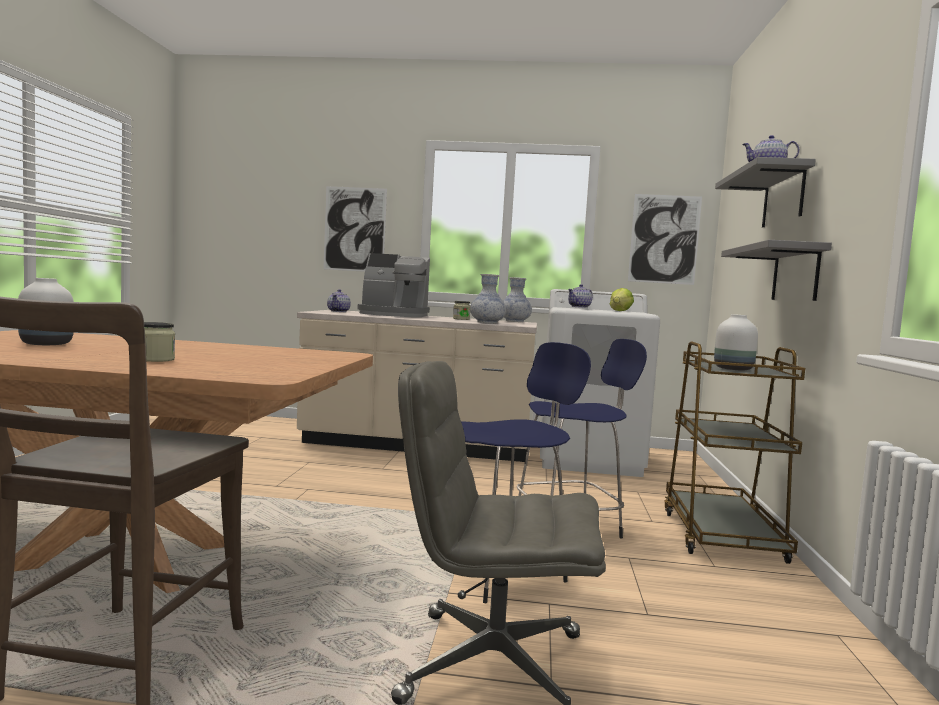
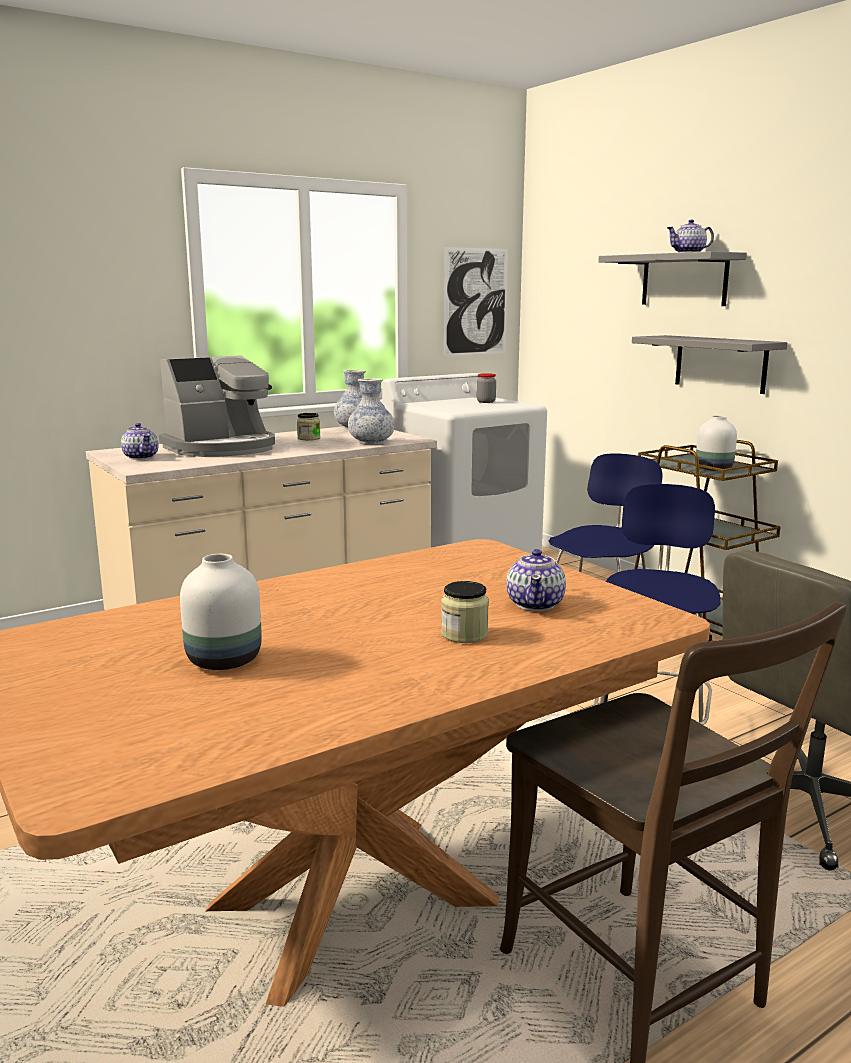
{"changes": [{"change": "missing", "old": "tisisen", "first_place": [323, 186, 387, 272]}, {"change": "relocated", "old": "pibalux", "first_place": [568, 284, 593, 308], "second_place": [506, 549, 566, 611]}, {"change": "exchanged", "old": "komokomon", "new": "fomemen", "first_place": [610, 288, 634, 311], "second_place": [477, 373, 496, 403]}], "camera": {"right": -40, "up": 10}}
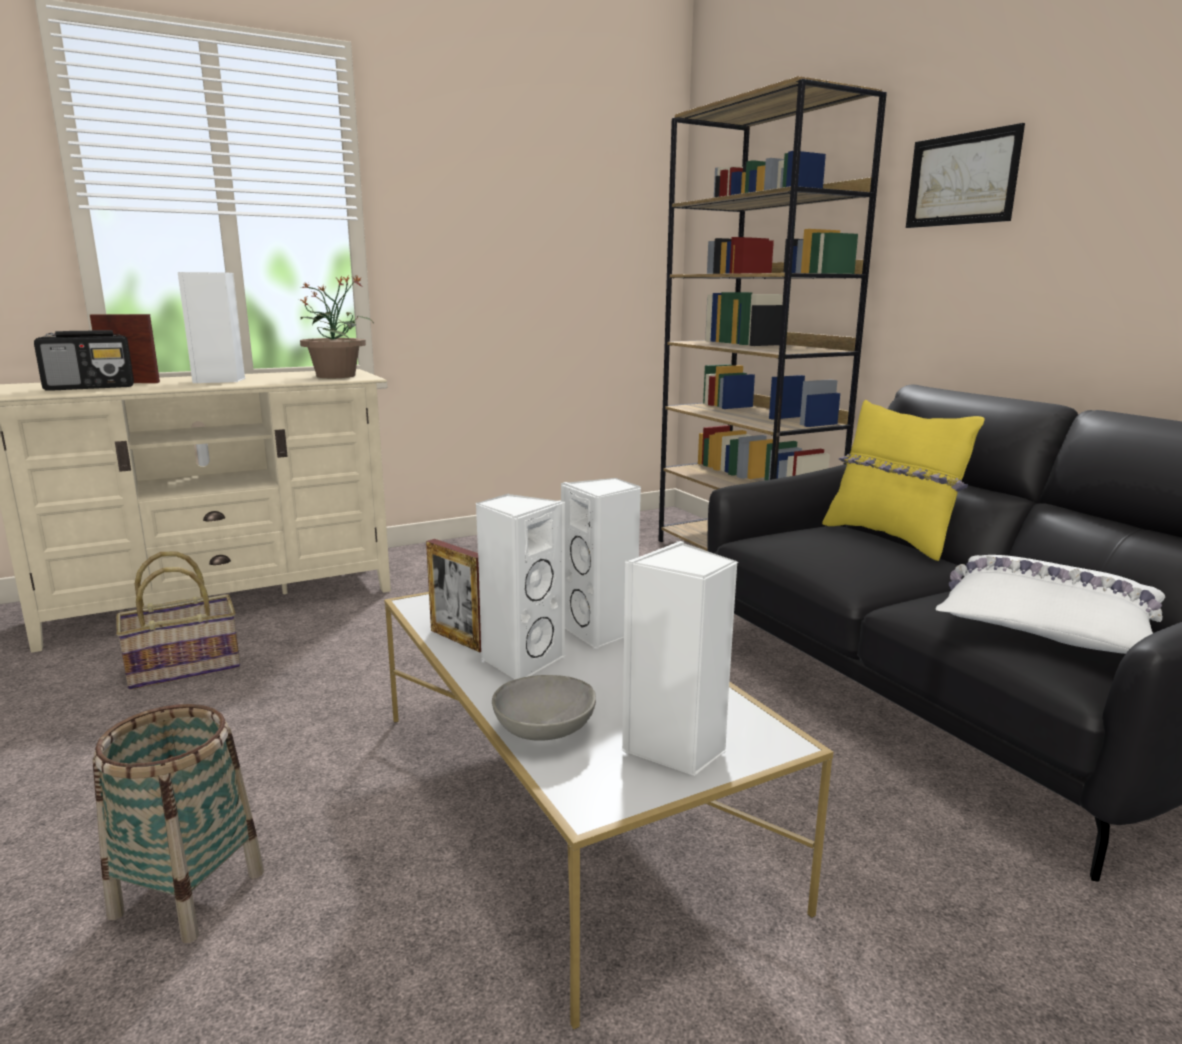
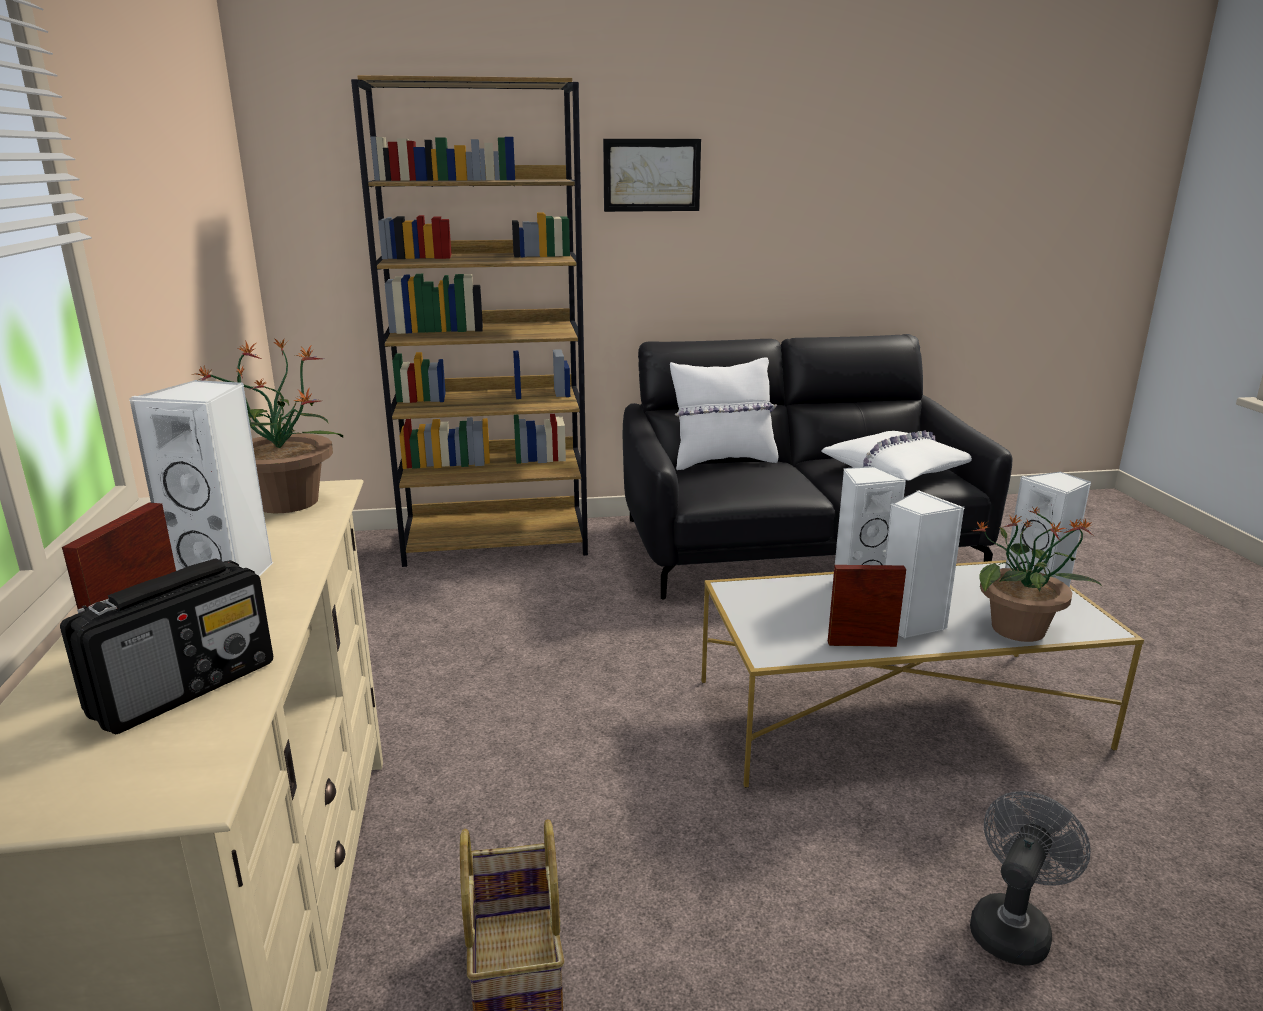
{"changes": [{"change": "spun", "old": "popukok", "first_place": [34, 330, 134, 391], "second_place": [60, 558, 273, 734], "degrees": 45}, {"change": "exchanged", "old": "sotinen", "new": "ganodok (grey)", "first_place": [92, 704, 264, 943], "second_place": [970, 791, 1091, 966]}, {"change": "spun", "old": "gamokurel", "first_place": [426, 539, 481, 652], "second_place": [828, 565, 906, 647], "degrees": -150}, {"change": "exchanged", "old": "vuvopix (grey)", "new": "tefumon", "first_place": [492, 675, 596, 741], "second_place": [973, 507, 1103, 642]}, {"change": "colour", "old": "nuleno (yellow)", "new": "nuleno (white)", "first_place": [822, 400, 985, 561], "second_place": [670, 357, 778, 470]}], "camera": {"right": -70, "up": 5}}
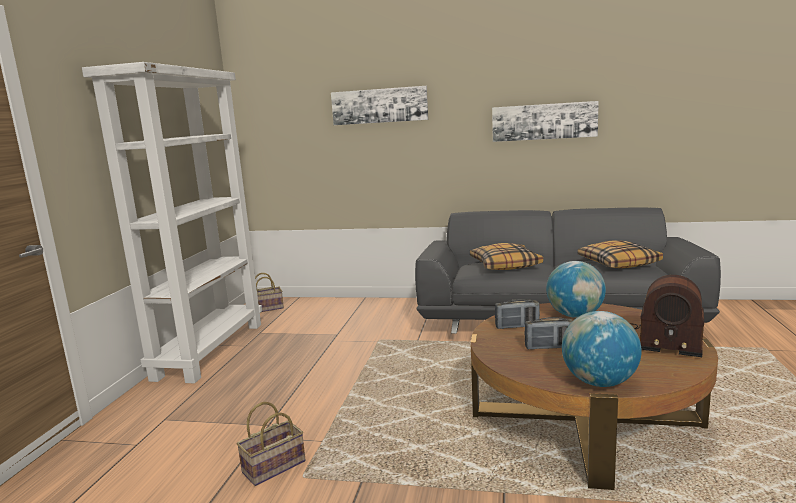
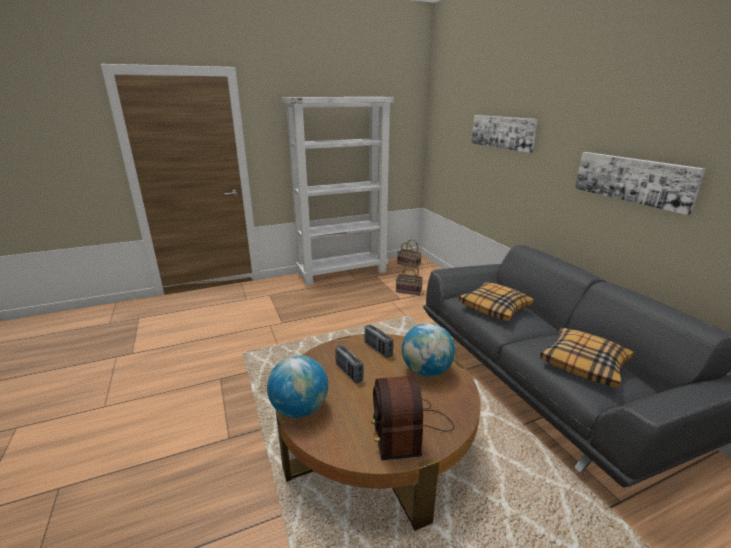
{"changes": [{"change": "relocated", "old": "sotinen", "first_place": [236, 402, 306, 486], "second_place": [396, 263, 423, 295]}], "camera": {"right": 55, "up": 10}}
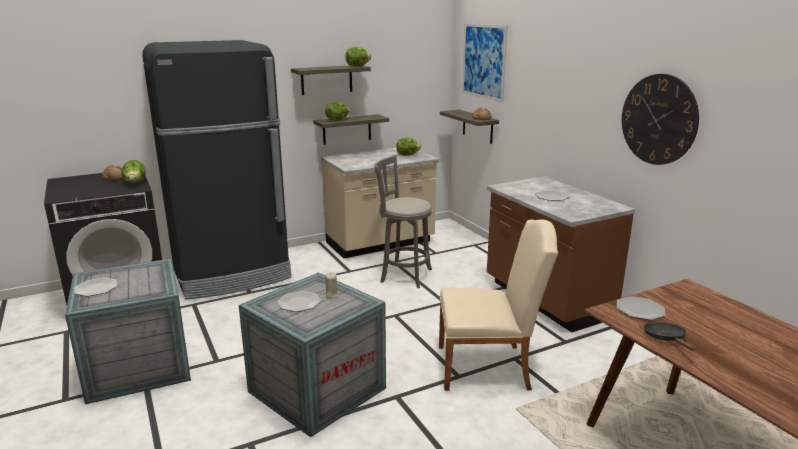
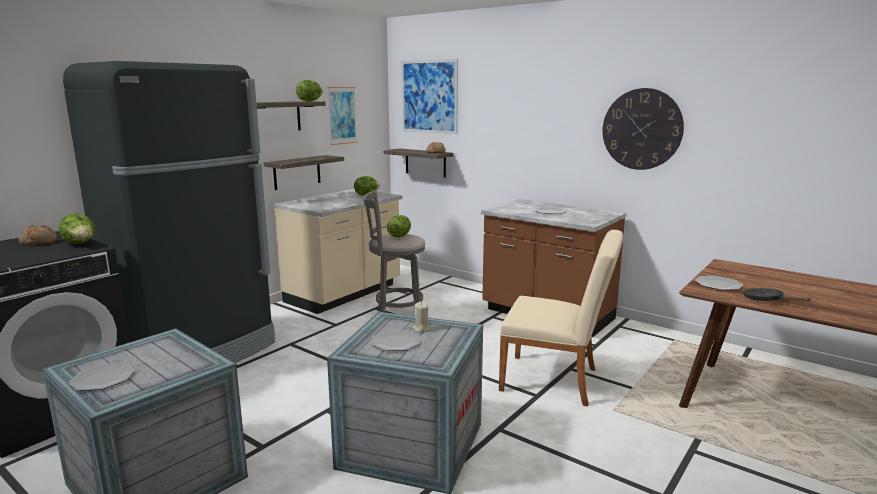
{"changes": [{"change": "relocated", "old": "komokomon", "first_place": [325, 102, 349, 121], "second_place": [387, 215, 411, 237]}, {"change": "spun", "old": "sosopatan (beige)", "first_place": [439, 220, 558, 391], "second_place": [499, 230, 623, 406], "degrees": 45}, {"change": "appeared", "new": "tisisen", "second_place": [327, 87, 357, 145]}], "camera": {"right": -25, "up": -5}}
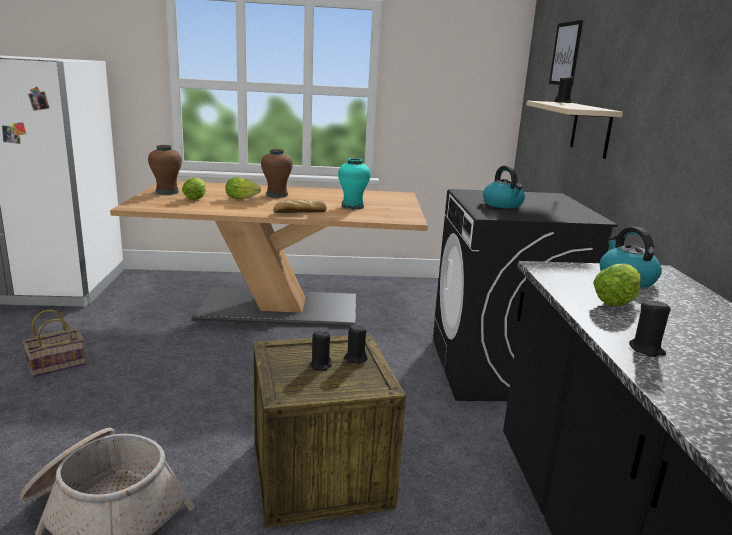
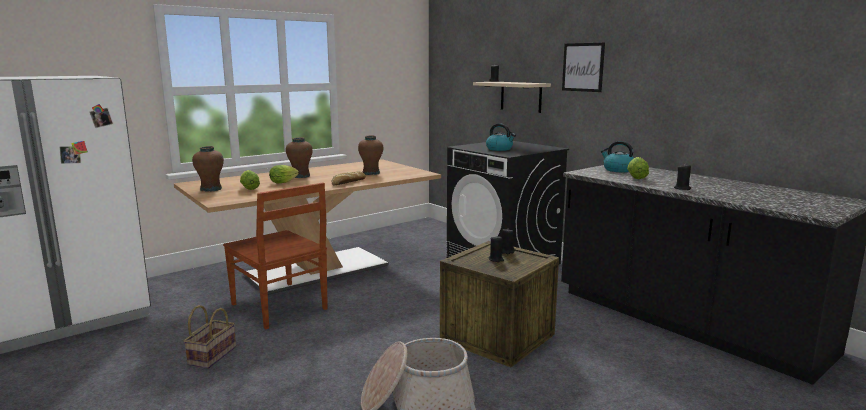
{"changes": [{"change": "colour", "old": "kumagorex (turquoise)", "new": "kumagorex (brown)", "first_place": [338, 158, 371, 209], "second_place": [358, 135, 383, 175]}, {"change": "relocated", "old": "tisisen", "first_place": [549, 20, 583, 86], "second_place": [562, 43, 605, 92]}, {"change": "appeared", "new": "sosopatan (brown)", "second_place": [223, 183, 328, 329]}], "camera": {"right": -35, "up": -5}}
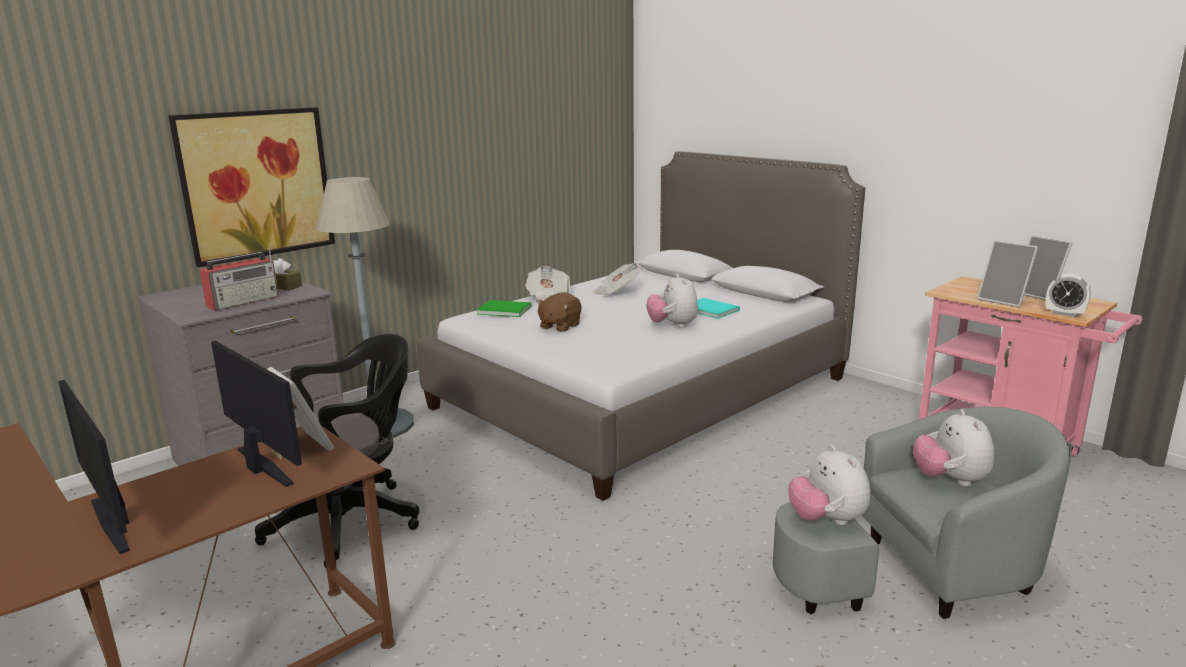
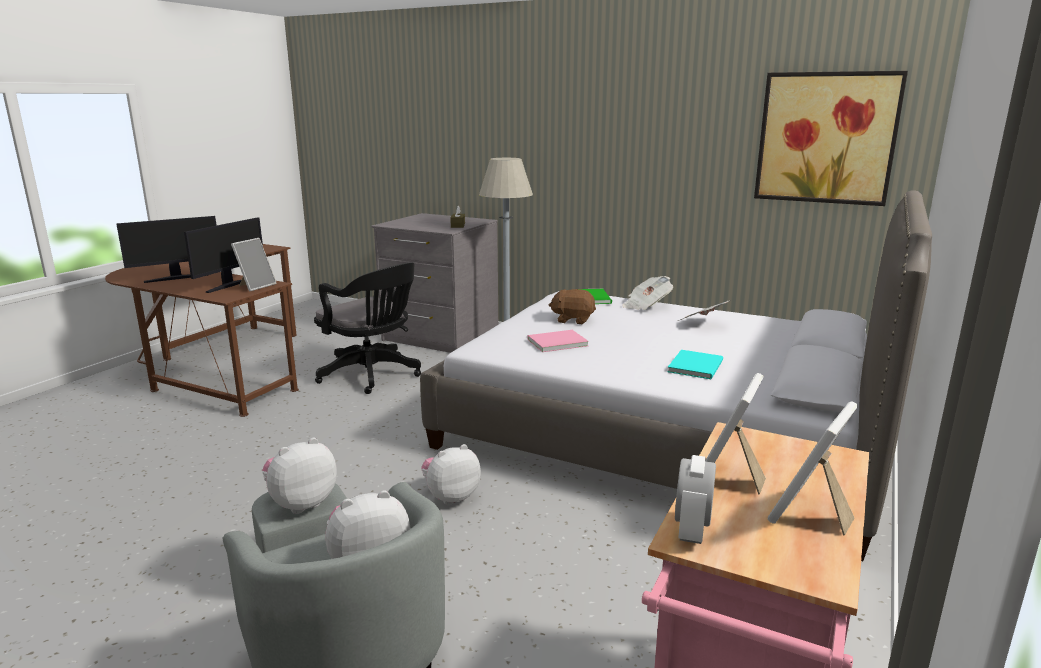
{"changes": [{"change": "spun", "old": "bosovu", "first_place": [58, 380, 130, 554], "second_place": [116, 216, 217, 283], "degrees": -150}, {"change": "relocated", "old": "tisisen", "first_place": [168, 107, 335, 267], "second_place": [754, 71, 908, 206]}, {"change": "missing", "old": "popukok", "first_place": [199, 250, 279, 311]}, {"change": "relocated", "old": "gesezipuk", "first_place": [646, 274, 698, 328], "second_place": [421, 444, 481, 505]}, {"change": "appeared", "new": "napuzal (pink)", "second_place": [527, 330, 589, 352]}], "camera": {"right": 70, "up": 0}}
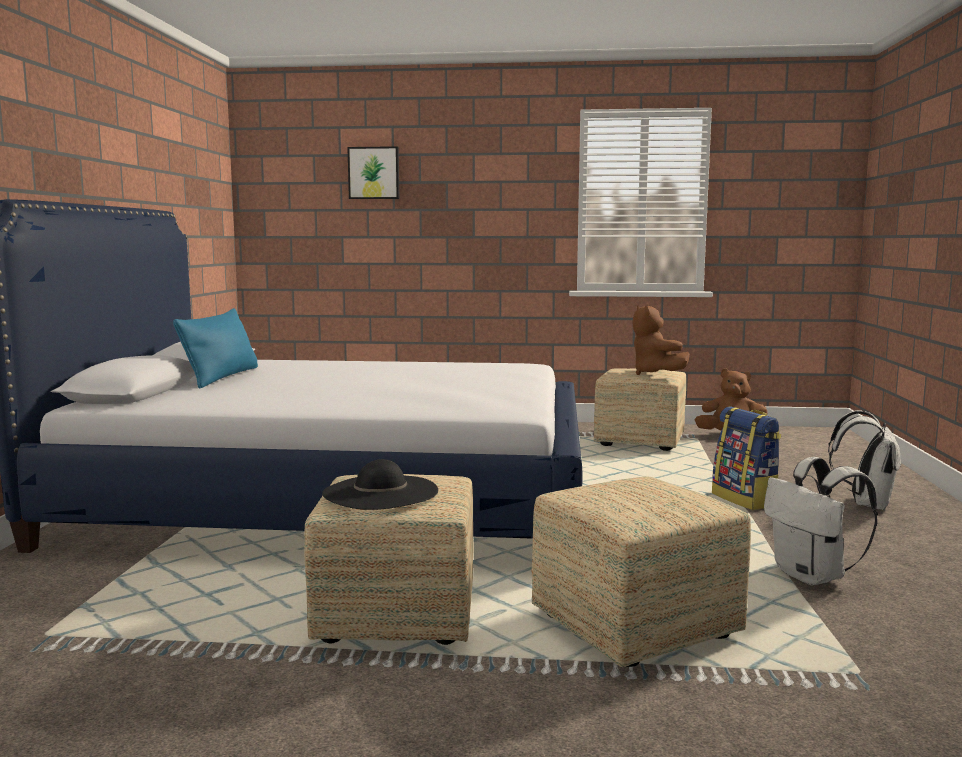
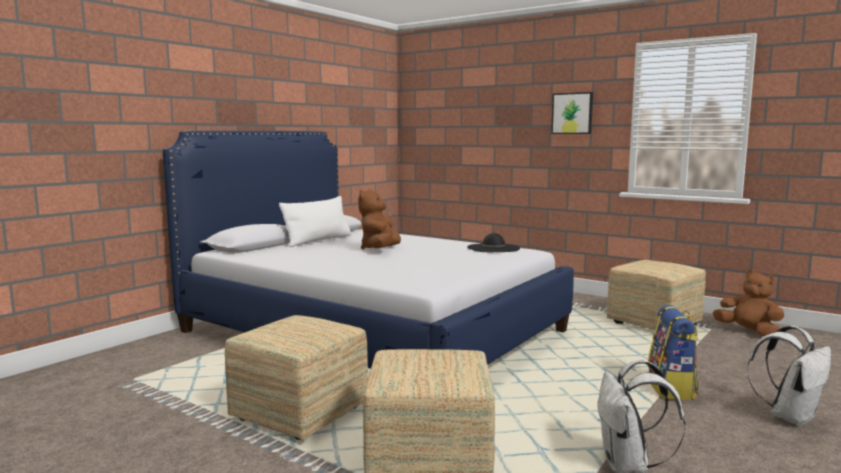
{"changes": [{"change": "colour", "old": "nuleno (blue)", "new": "nuleno (white)", "first_place": [173, 308, 258, 388], "second_place": [279, 196, 352, 247]}, {"change": "relocated", "old": "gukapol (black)", "first_place": [322, 459, 438, 510], "second_place": [467, 233, 520, 252]}, {"change": "relocated", "old": "tisisen", "first_place": [347, 146, 399, 199], "second_place": [551, 92, 593, 134]}, {"change": "relocated", "old": "gesezipuk (brown)", "first_place": [632, 305, 690, 375], "second_place": [358, 189, 401, 249]}], "camera": {"right": 30, "up": 0}}
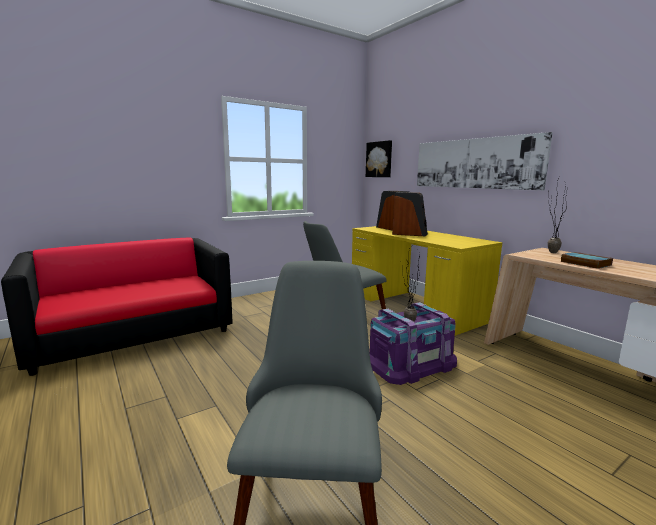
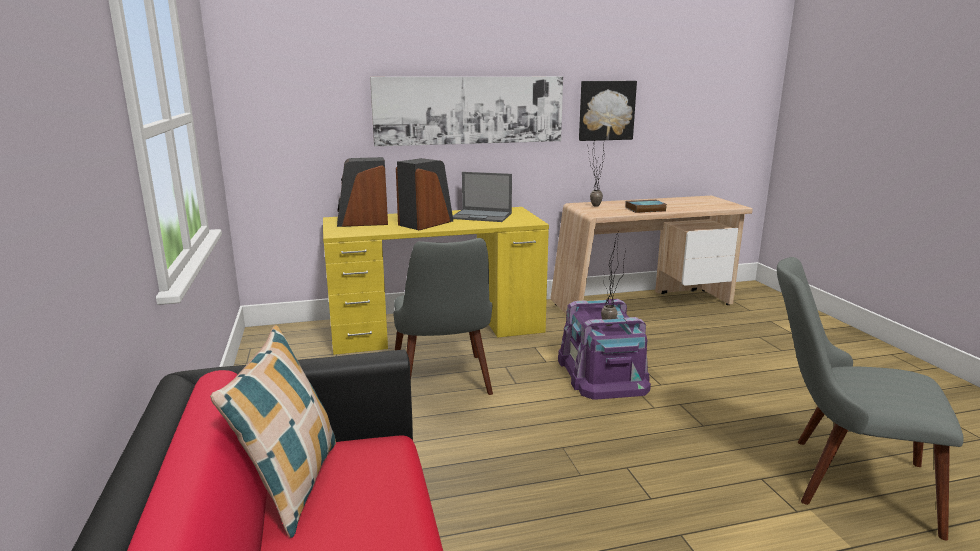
{"changes": [{"change": "relocated", "old": "tisisen", "first_place": [366, 140, 392, 177], "second_place": [579, 81, 637, 141]}, {"change": "appeared", "new": "nuleno", "second_place": [210, 325, 336, 538]}, {"change": "appeared", "new": "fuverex", "second_place": [453, 172, 512, 222]}], "camera": {"right": -70, "up": 5}}
